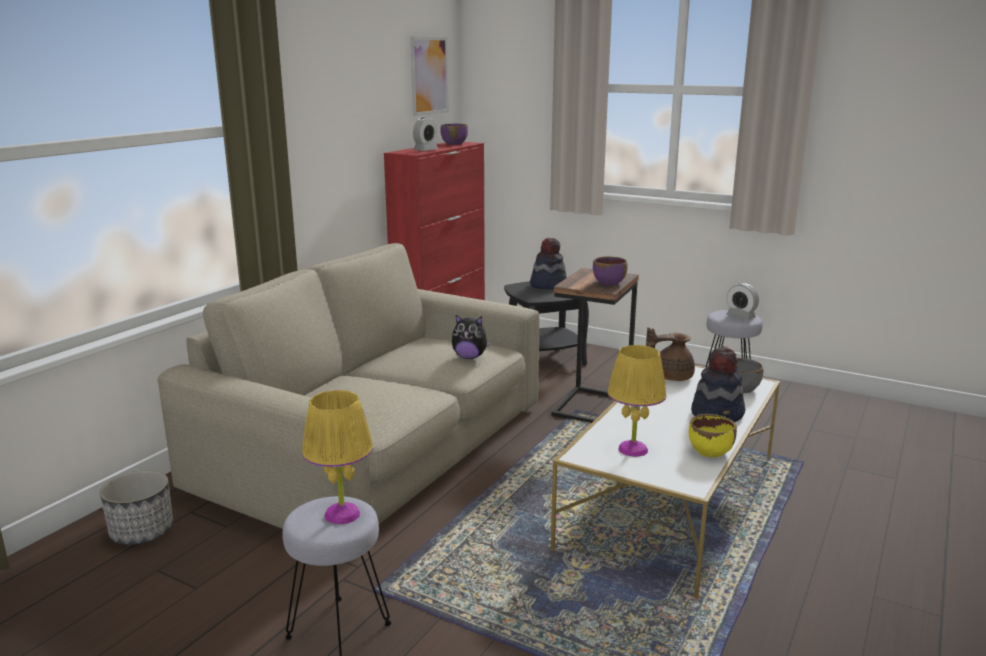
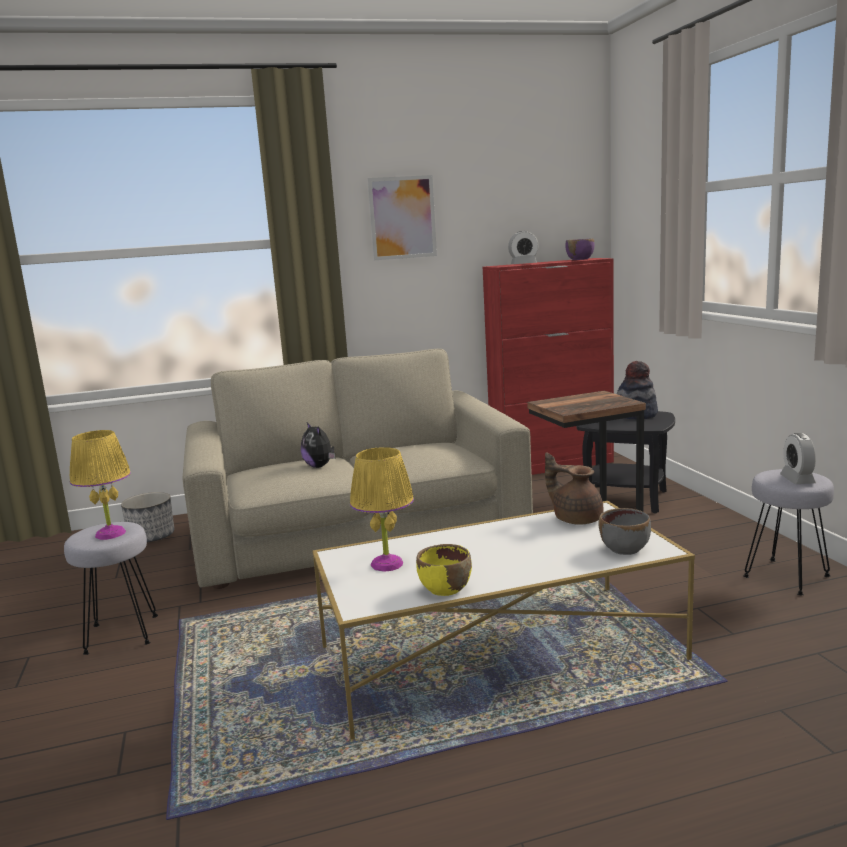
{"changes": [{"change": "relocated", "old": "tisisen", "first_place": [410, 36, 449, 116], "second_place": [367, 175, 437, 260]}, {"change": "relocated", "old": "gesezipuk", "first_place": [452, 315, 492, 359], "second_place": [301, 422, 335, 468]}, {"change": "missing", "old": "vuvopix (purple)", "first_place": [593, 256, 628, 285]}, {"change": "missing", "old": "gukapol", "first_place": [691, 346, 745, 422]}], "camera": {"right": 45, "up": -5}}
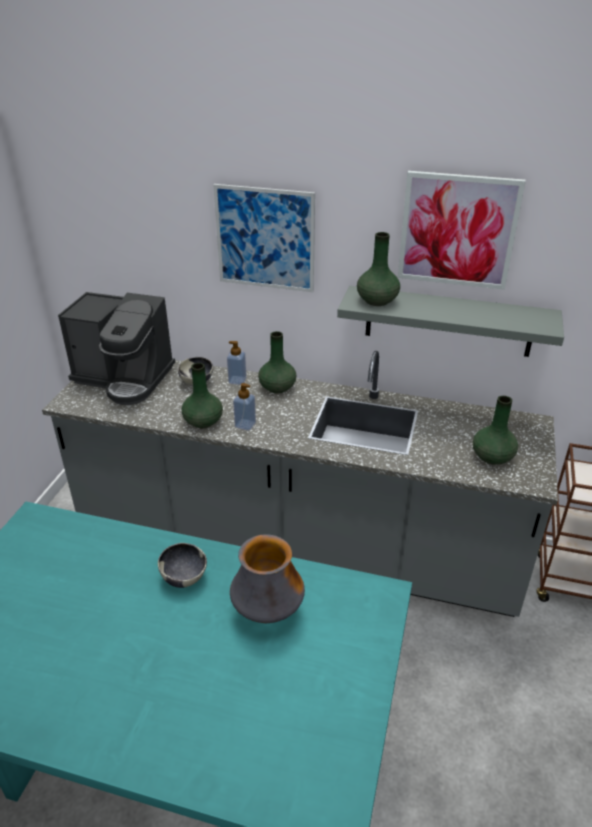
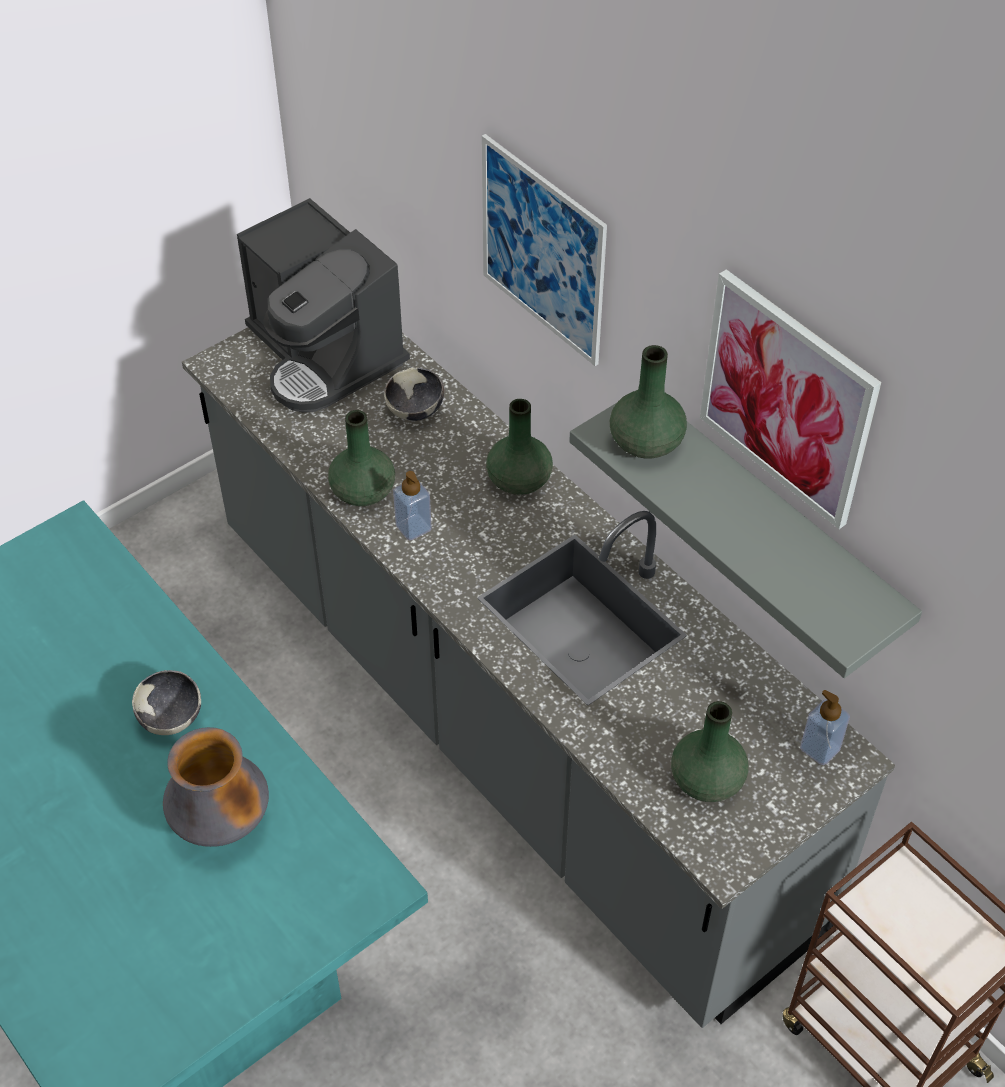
{"changes": [{"change": "relocated", "old": "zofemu", "first_place": [227, 341, 246, 385], "second_place": [800, 690, 850, 765]}], "camera": {"right": 35, "up": 15}}
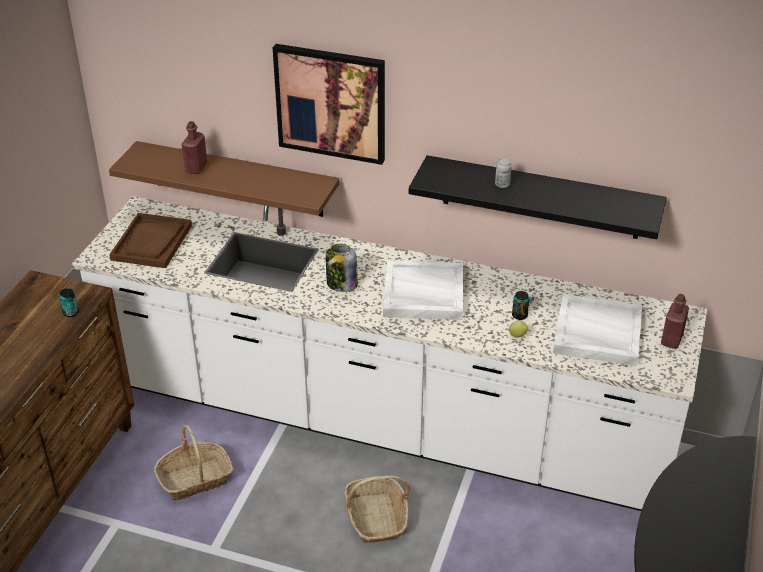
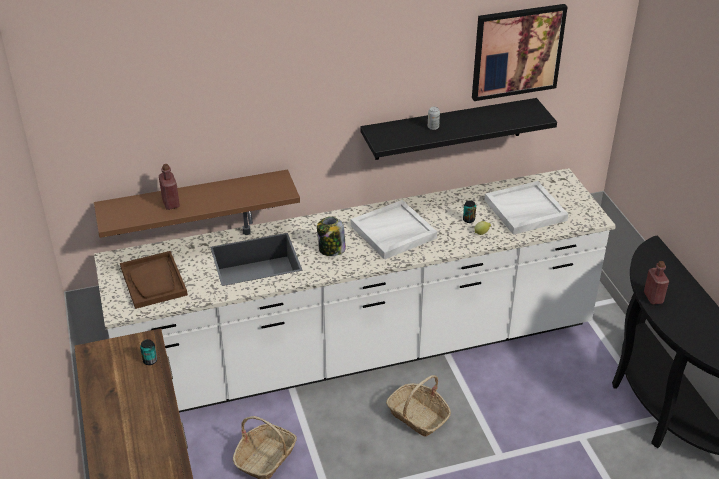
{"changes": [{"change": "relocated", "old": "tisisen", "first_place": [272, 44, 385, 165], "second_place": [472, 4, 567, 101]}, {"change": "relocated", "old": "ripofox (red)", "first_place": [661, 294, 689, 349], "second_place": [644, 261, 669, 304]}], "camera": {"right": -35, "up": 0}}
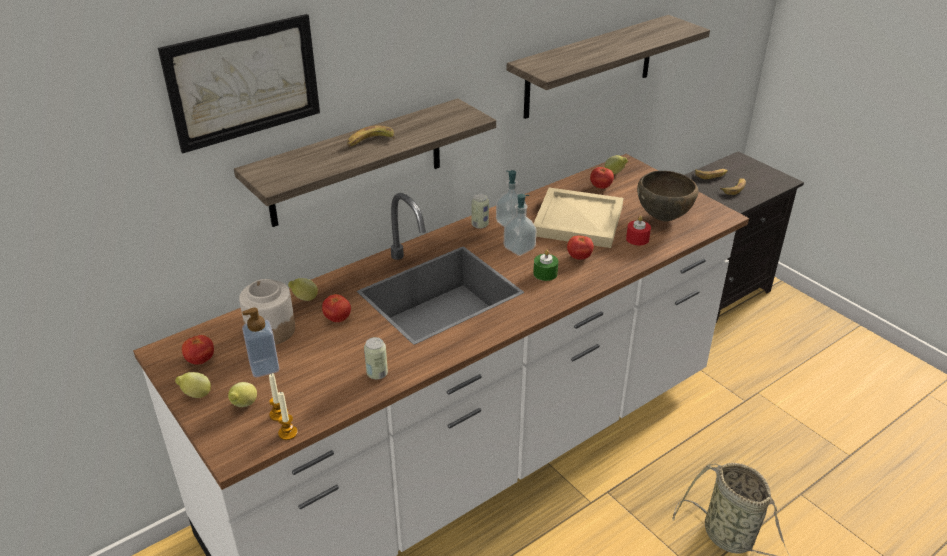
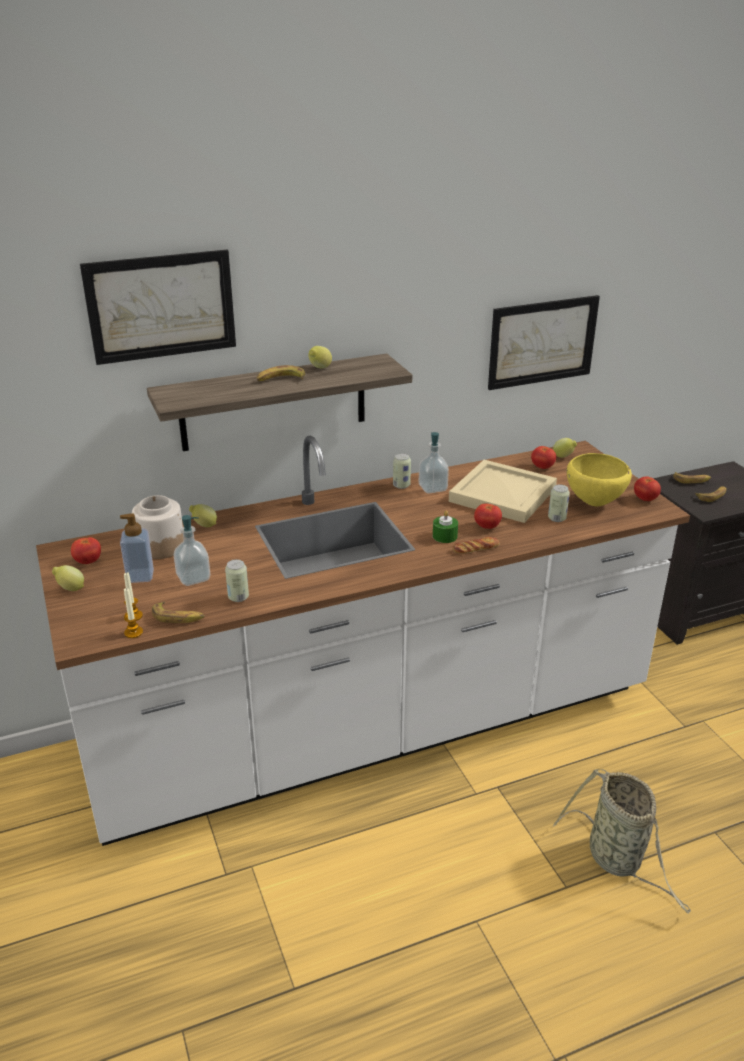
{"changes": [{"change": "relocated", "old": "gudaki", "first_place": [228, 382, 257, 407], "second_place": [309, 346, 332, 368]}, {"change": "relocated", "old": "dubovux", "first_place": [322, 294, 351, 322], "second_place": [634, 477, 661, 501]}, {"change": "relocated", "old": "zofemu", "first_place": [504, 194, 537, 256], "second_place": [174, 515, 210, 586]}, {"change": "exchanged", "old": "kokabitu", "new": "tisisen", "first_place": [507, 15, 710, 119], "second_place": [488, 295, 600, 390]}, {"change": "exchanged", "old": "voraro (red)", "new": "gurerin", "first_place": [626, 216, 651, 245], "second_place": [548, 484, 570, 522]}, {"change": "colour", "old": "vuvopix (brown)", "new": "vuvopix (yellow)", "first_place": [637, 171, 698, 221], "second_place": [566, 453, 632, 507]}, {"change": "appeared", "new": "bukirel", "second_place": [152, 602, 204, 623]}, {"change": "appeared", "new": "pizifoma", "second_place": [453, 537, 500, 554]}], "camera": {"right": 15, "up": -5}}
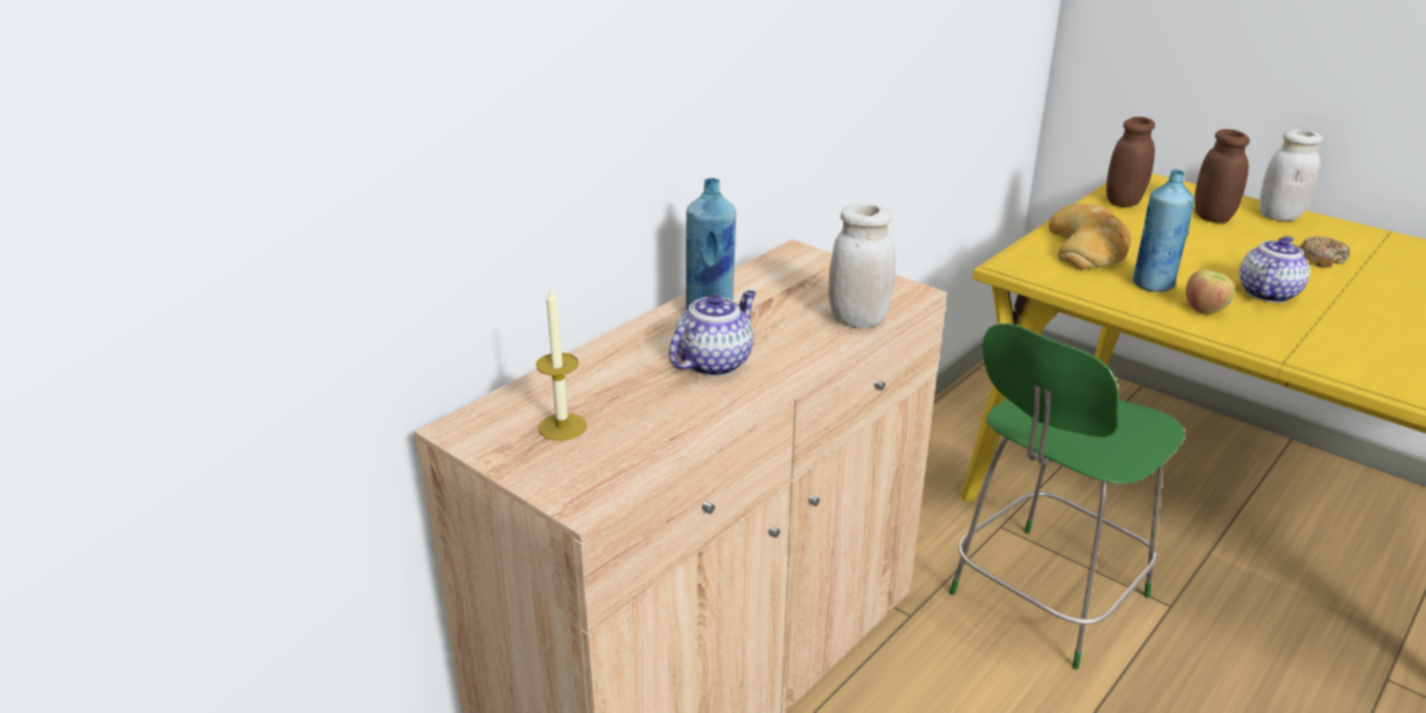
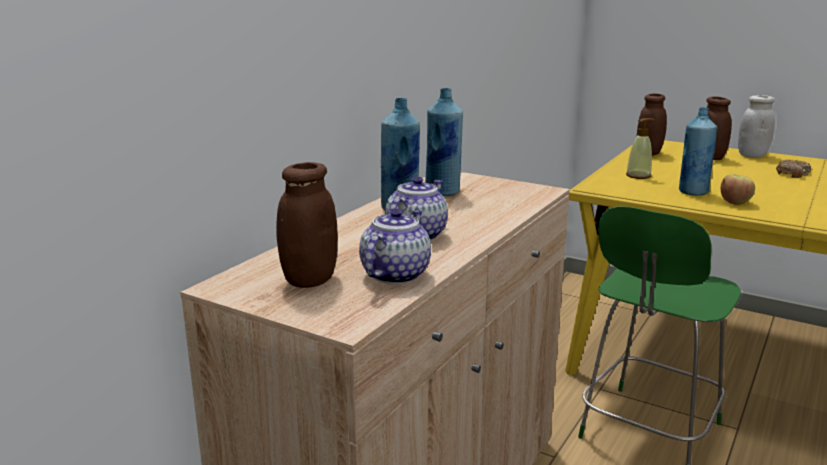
{"changes": [{"change": "exchanged", "old": "voraro", "new": "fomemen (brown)", "first_place": [536, 289, 587, 441], "second_place": [276, 162, 338, 288]}, {"change": "missing", "old": "fomemen (white)", "first_place": [828, 204, 895, 328]}, {"change": "exchanged", "old": "pizifoma", "new": "zofemu", "first_place": [1049, 203, 1131, 270], "second_place": [626, 118, 658, 179]}, {"change": "relocated", "old": "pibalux", "first_place": [1239, 236, 1310, 303], "second_place": [359, 208, 431, 284]}, {"change": "appeared", "new": "ripofox (blue)", "second_place": [425, 88, 463, 196]}], "camera": {"right": -10, "up": -10}}
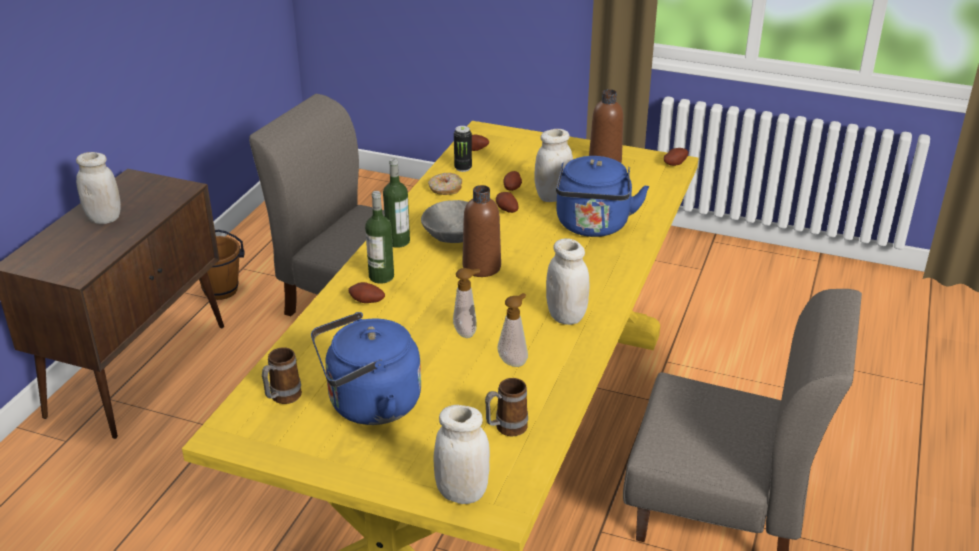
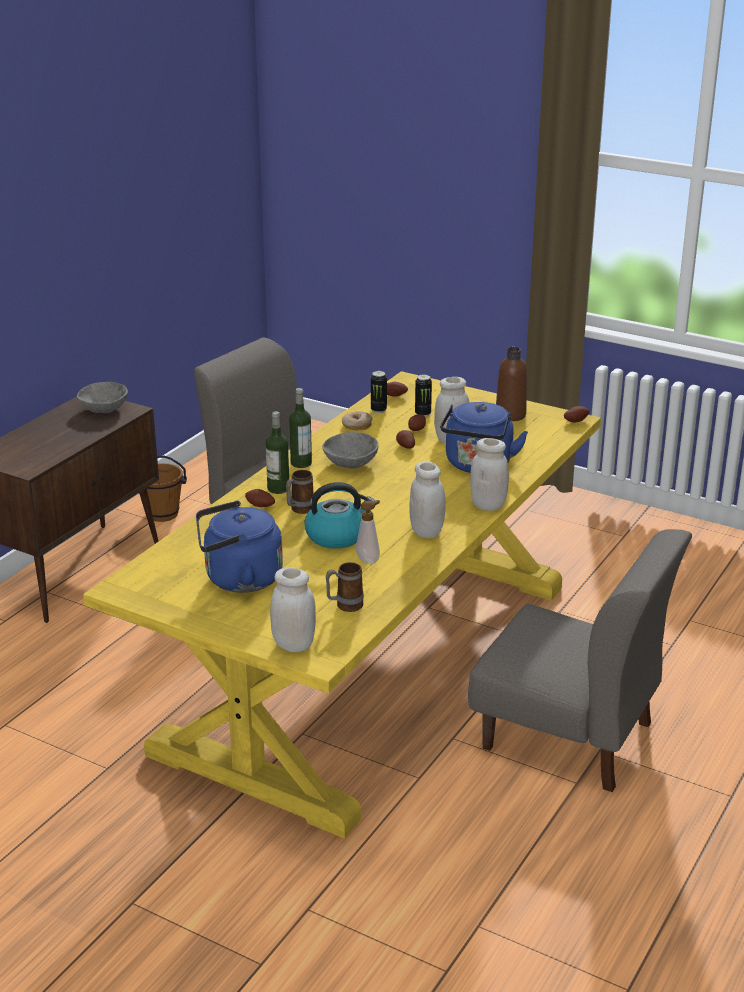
{"changes": [{"change": "relocated", "old": "fomemen (white)", "first_place": [76, 152, 121, 224], "second_place": [470, 438, 509, 511]}, {"change": "relocated", "old": "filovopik", "first_place": [262, 347, 302, 404], "second_place": [286, 470, 314, 514]}, {"change": "exchanged", "old": "zofemu", "new": "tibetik", "first_place": [453, 268, 480, 338], "second_place": [304, 482, 375, 549]}, {"change": "missing", "old": "ripofox (brown)", "first_place": [463, 185, 501, 277]}, {"change": "appeared", "new": "vuvopix (grey)", "second_place": [77, 382, 128, 413]}, {"change": "appeared", "new": "gurerin", "second_place": [415, 374, 432, 417]}], "camera": {"right": 10, "up": -5}}
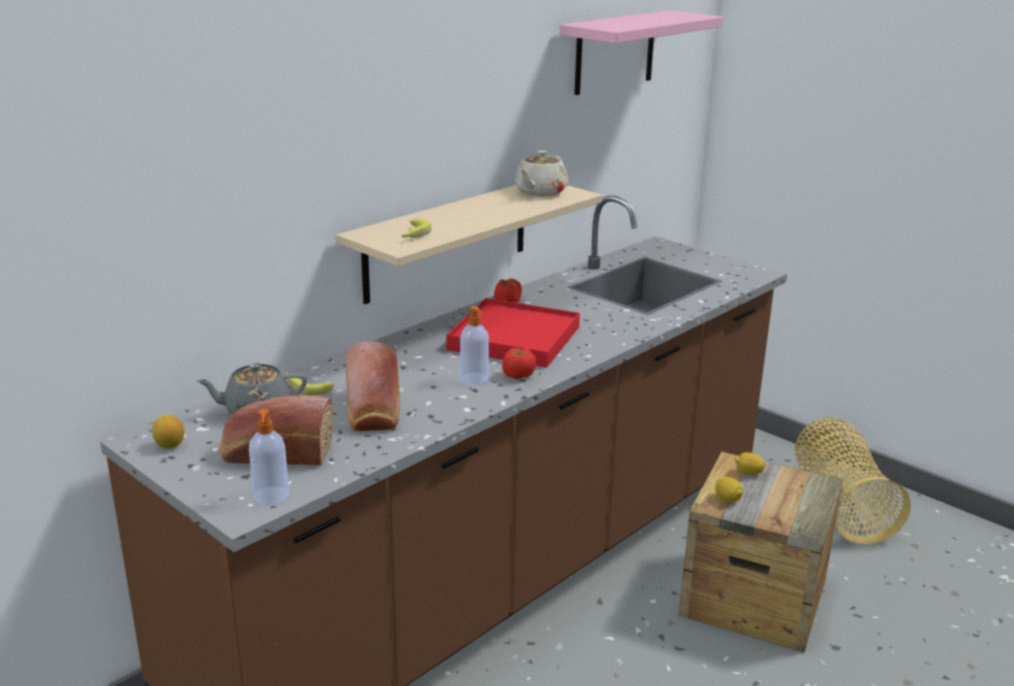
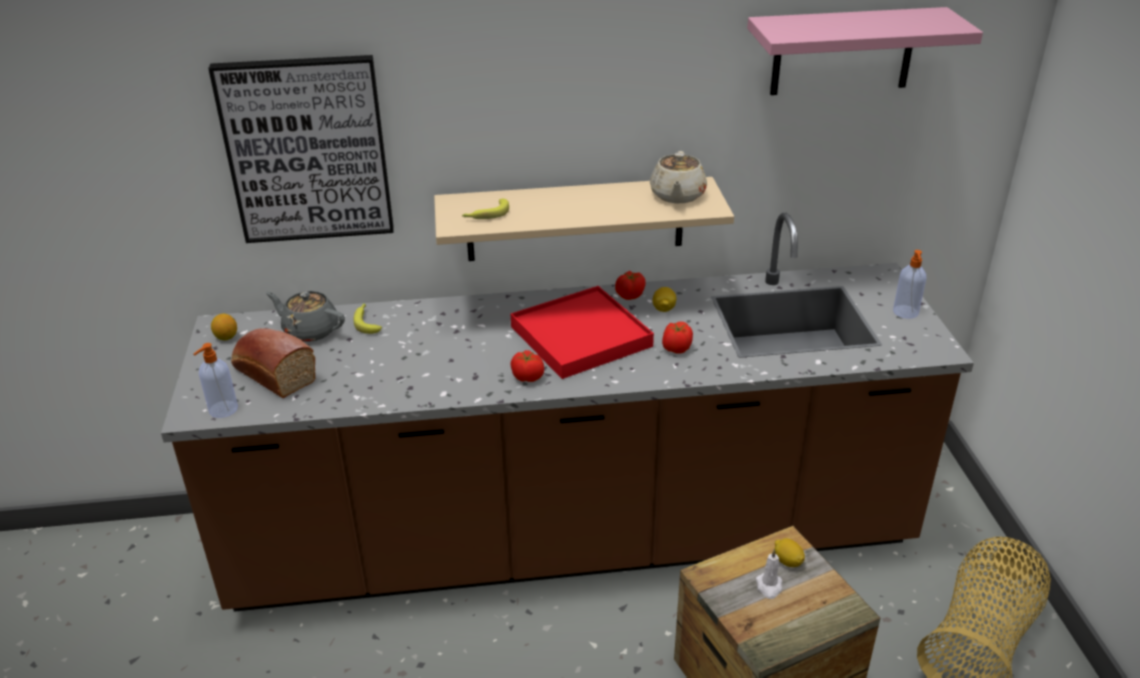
{"changes": [{"change": "missing", "old": "pizifoma", "first_place": [346, 341, 400, 432]}, {"change": "relocated", "old": "zofemu", "first_place": [460, 306, 489, 385], "second_place": [893, 250, 926, 319]}, {"change": "spun", "old": "pibalux (beige)", "first_place": [515, 150, 568, 197], "second_place": [650, 151, 707, 203], "degrees": -60}, {"change": "relocated", "old": "gudaki", "first_place": [715, 477, 743, 502], "second_place": [652, 287, 676, 312]}, {"change": "appeared", "new": "tisisen", "second_place": [208, 55, 394, 243]}, {"change": "appeared", "new": "dubovux", "second_place": [662, 322, 693, 354]}, {"change": "appeared", "new": "voraro (white)", "second_place": [756, 549, 782, 599]}], "camera": {"right": 40, "up": 10}}
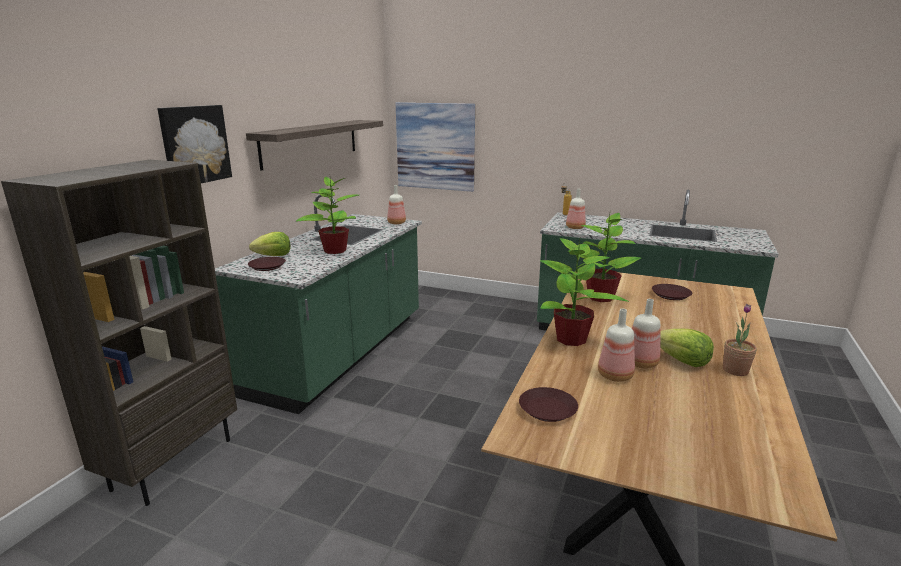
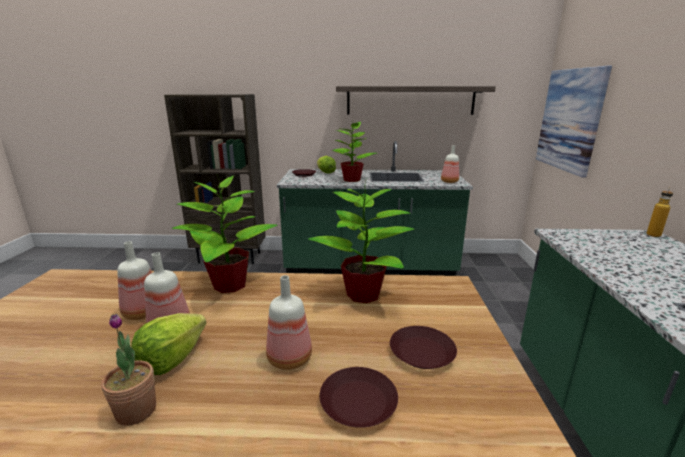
{"changes": [{"change": "missing", "old": "tisisen", "first_place": [157, 105, 232, 183]}, {"change": "relocated", "old": "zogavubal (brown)", "first_place": [519, 387, 578, 422], "second_place": [320, 367, 398, 428]}, {"change": "relocated", "old": "ripofox", "first_place": [566, 189, 586, 229], "second_place": [266, 275, 312, 370]}], "camera": {"right": 70, "up": 0}}
